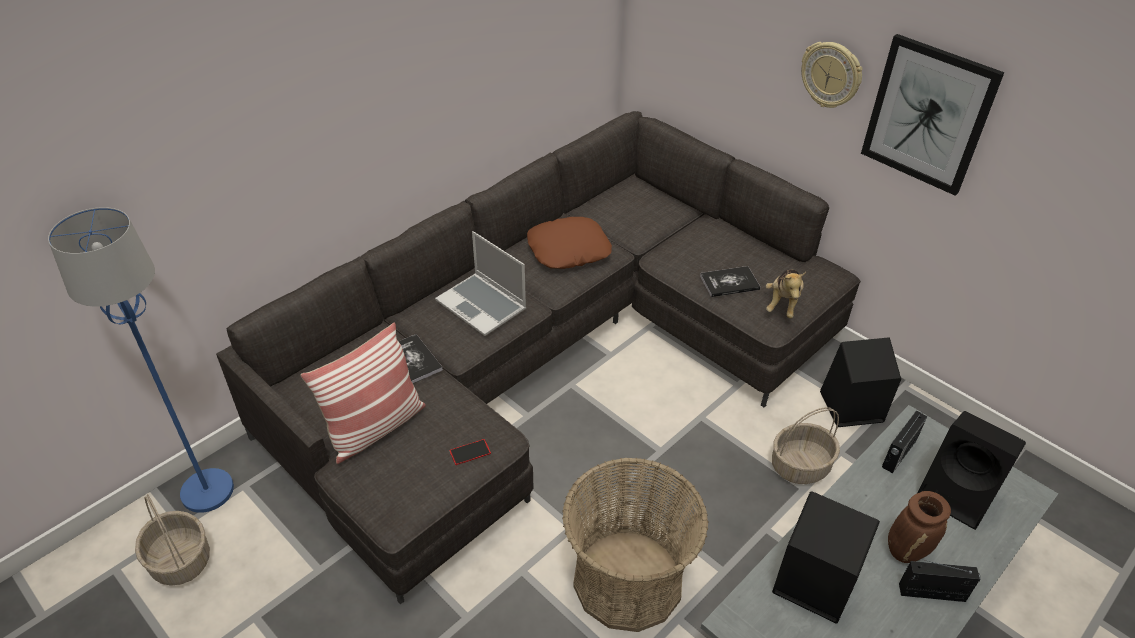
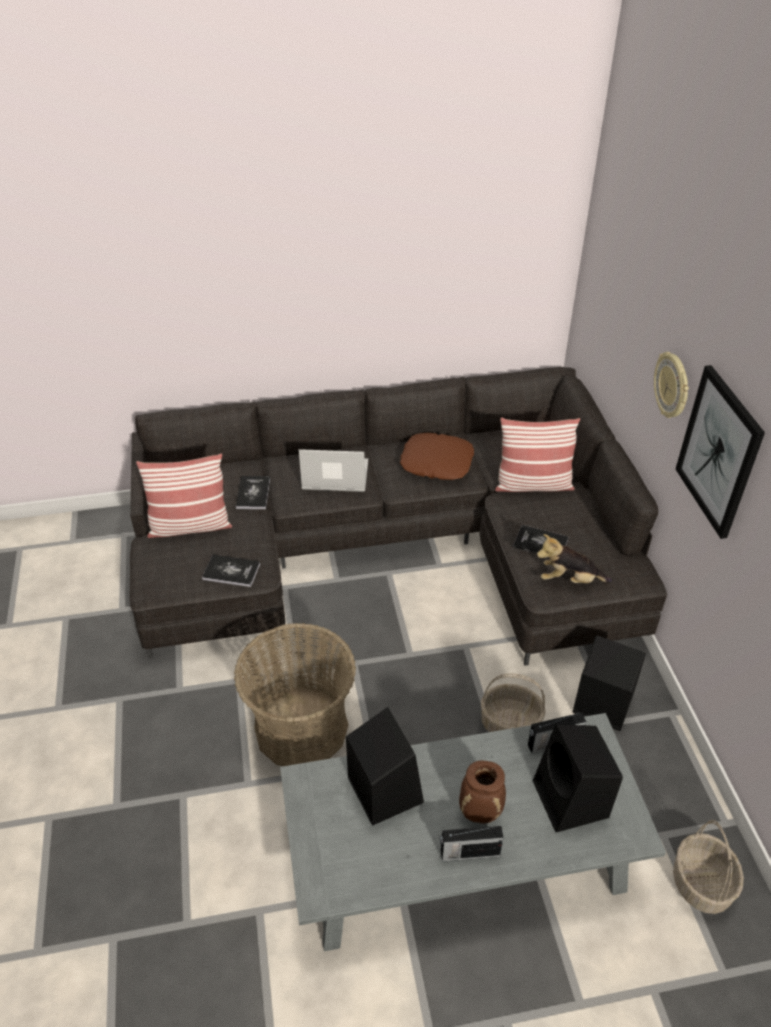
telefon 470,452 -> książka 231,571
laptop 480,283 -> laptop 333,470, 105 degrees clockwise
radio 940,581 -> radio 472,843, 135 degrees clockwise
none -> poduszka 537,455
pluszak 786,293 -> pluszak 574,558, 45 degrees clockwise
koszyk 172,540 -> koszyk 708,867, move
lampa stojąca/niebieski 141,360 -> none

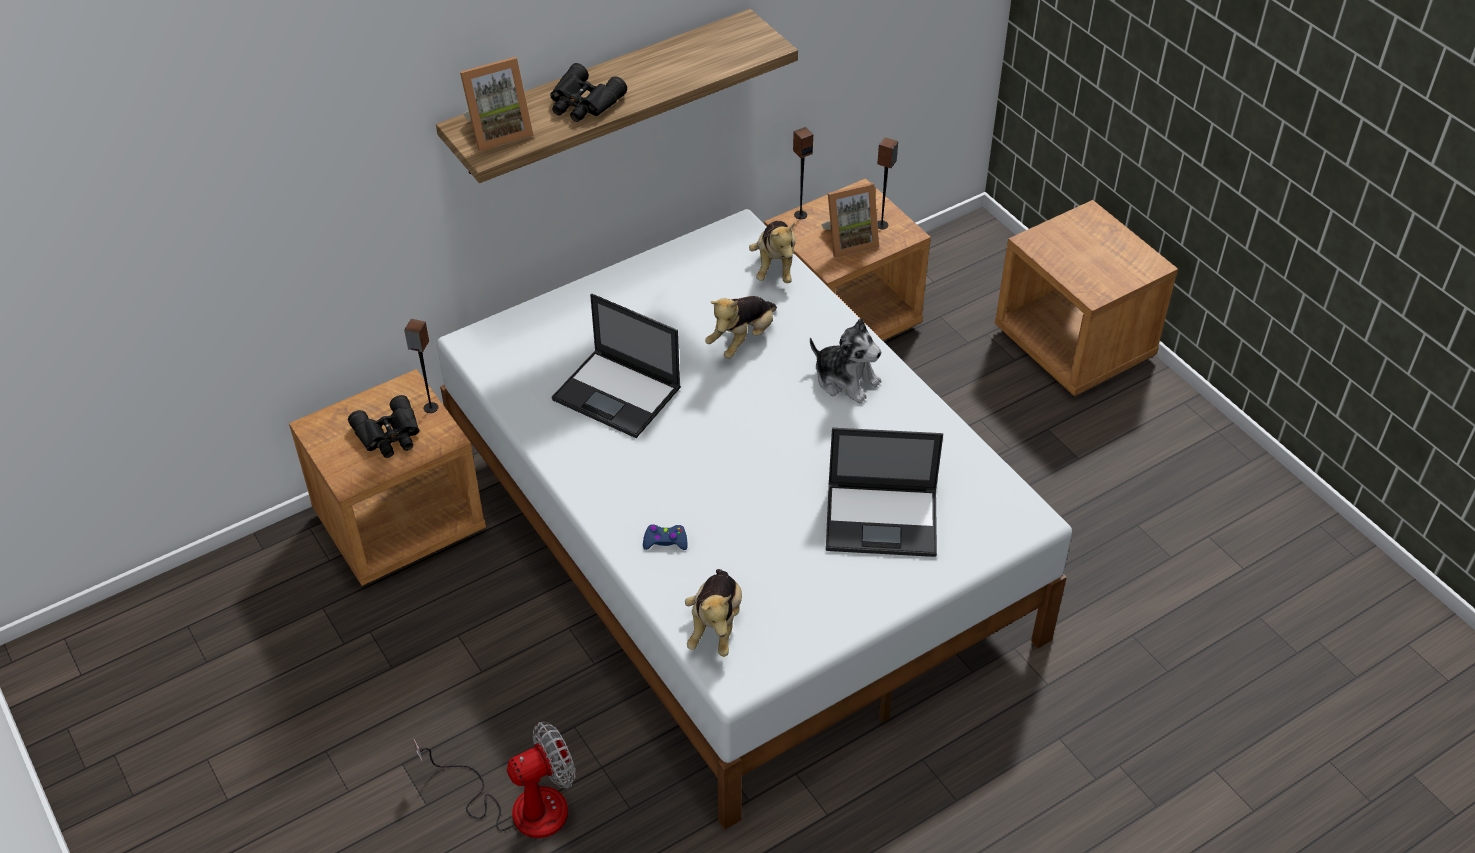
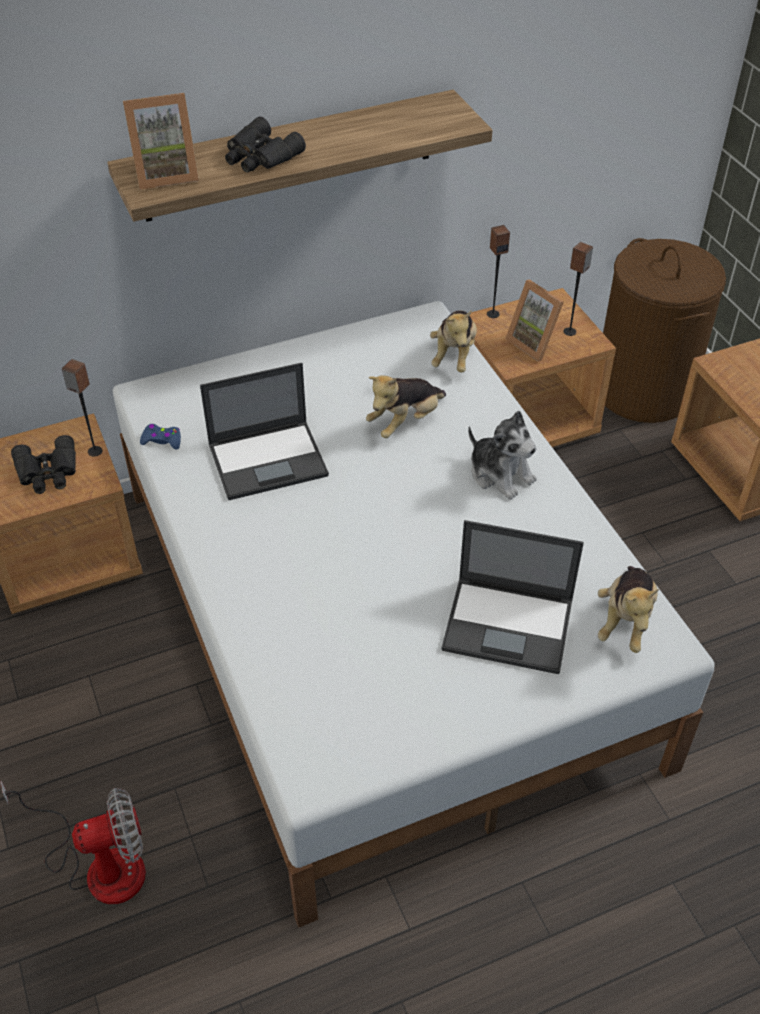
pad do gier/niebieski 665,537 -> pad do gier/niebieski 160,437, move
laptop 616,366 -> laptop 264,431, 60 degrees counterclockwise
ramka na zdjęcie 850,220 -> ramka na zdjęcie 535,321, 60 degrees clockwise
pluszak 713,613 -> pluszak 628,609, move
none -> kosz na pranie/brązowy 664,330

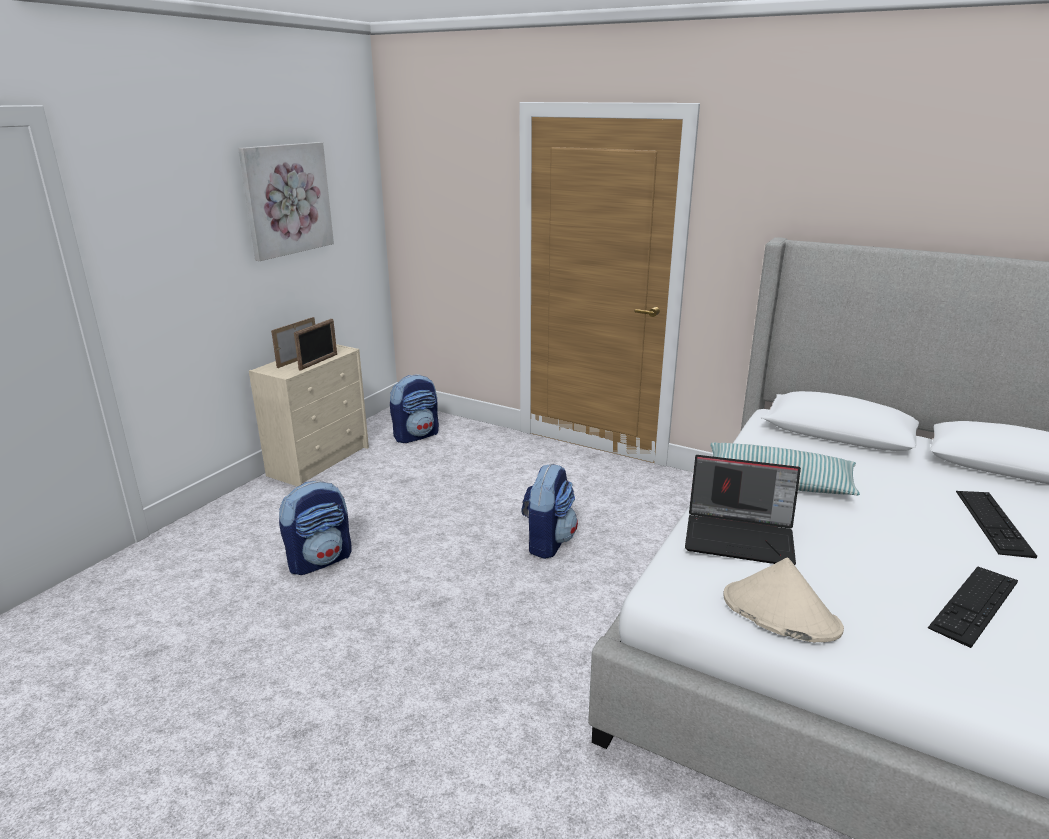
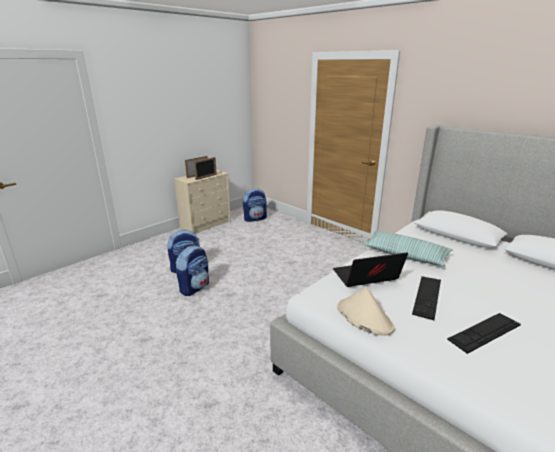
plecak 549,511 -> plecak 192,270, move
laptop 743,510 -> laptop 370,269, 135 degrees clockwise
klawiatura 996,524 -> klawiatura 426,298, move
obraz 286,201 -> none

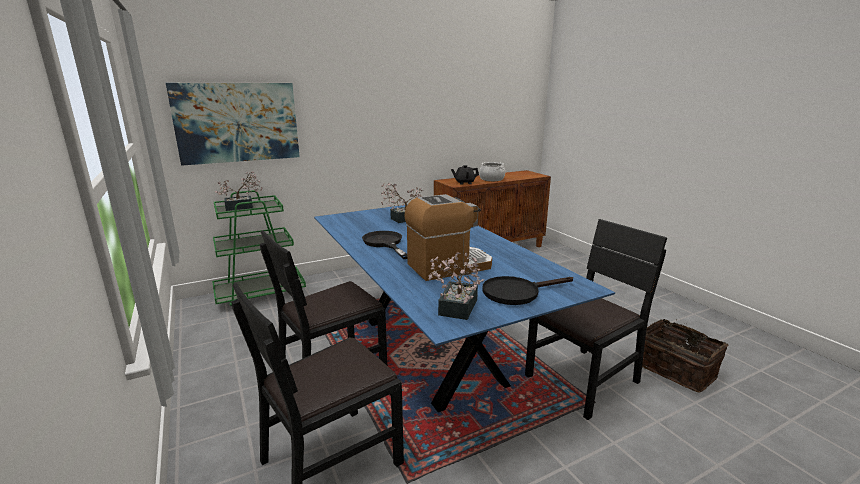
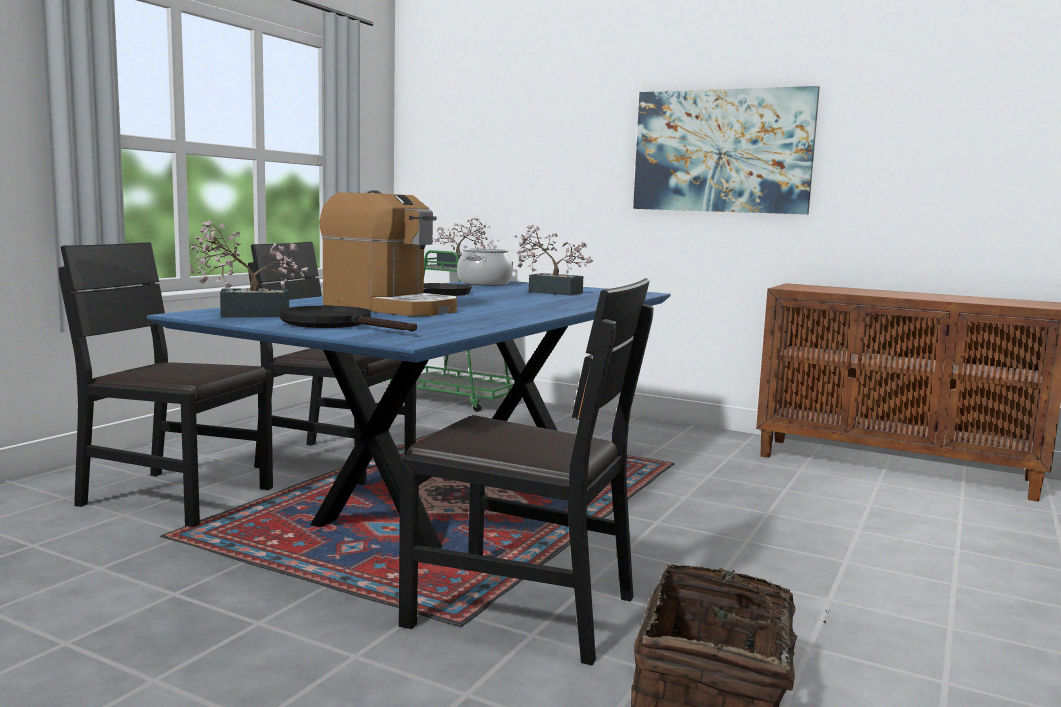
garnek 492,171 -> garnek 485,267, move
obraz 233,124 -> obraz 726,150, move
imbryk/czarny 465,175 -> none

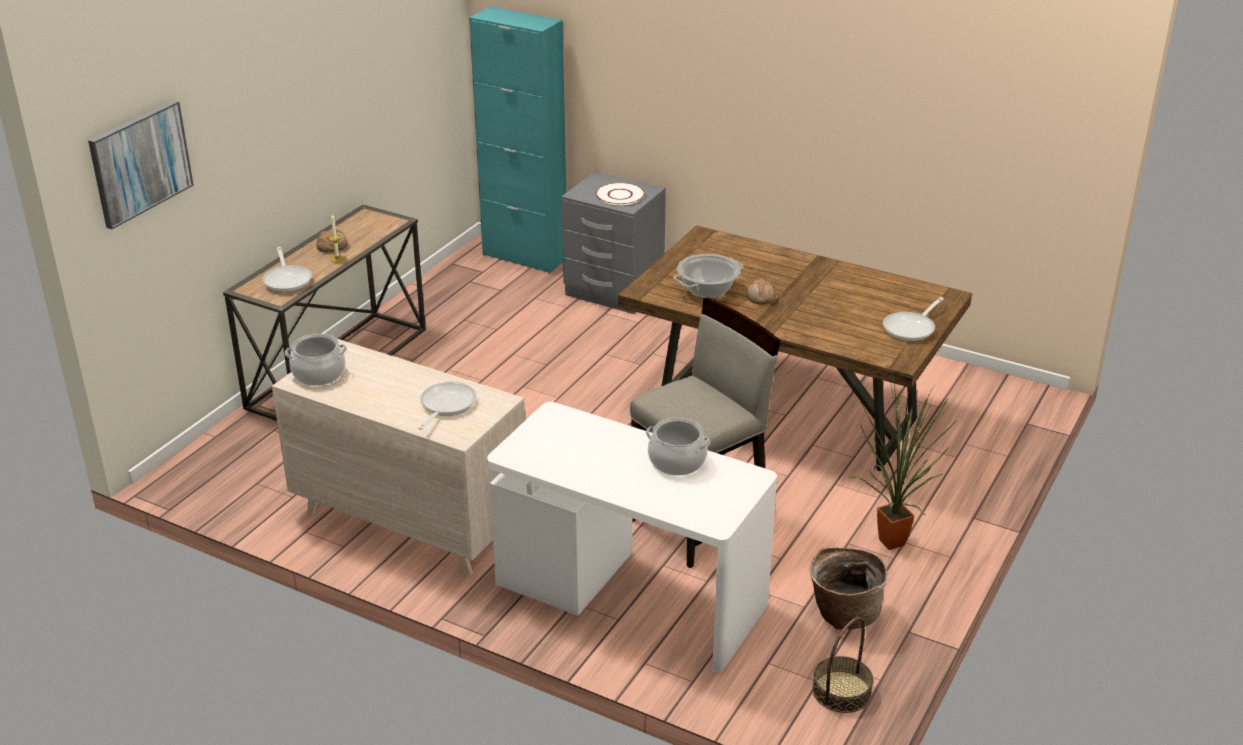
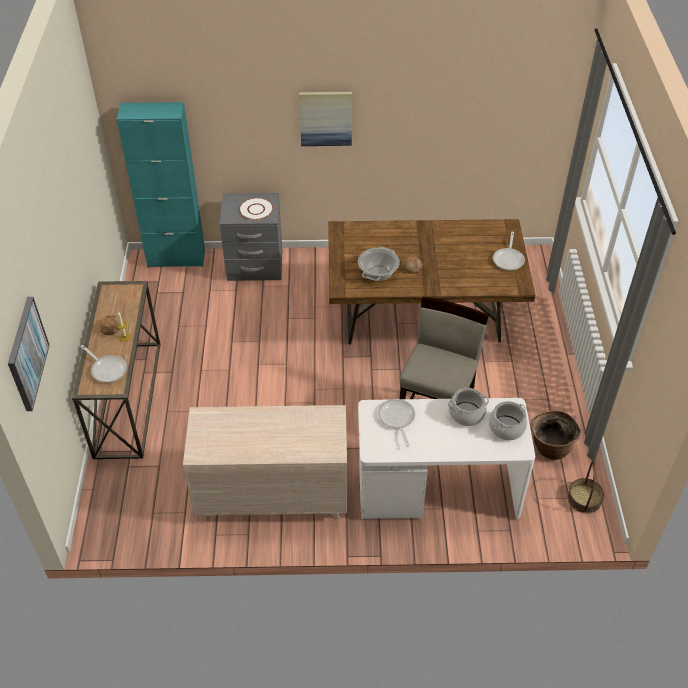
none -> obraz 325,119
patelnia 447,406 -> patelnia 396,423, move
garnek 316,360 -> garnek 508,420, move
roślina doniczkowa 903,457 -> none

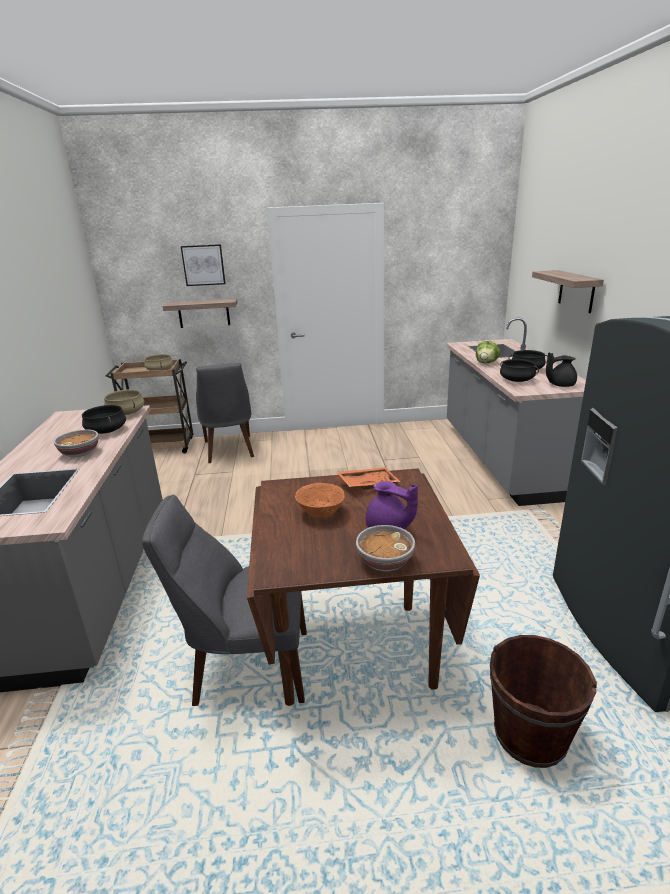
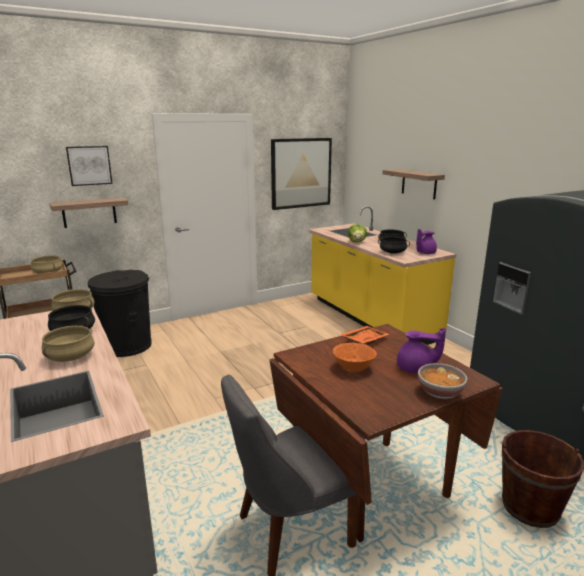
miska 76,443 -> garnek/beżowy 68,344
krzesło/szary 225,413 -> kosz na śmieci/czarny 120,313
none -> obraz 301,174
zabudowa kuchenna/szary 516,412 -> zabudowa kuchenna/żółty 382,275
imbryk/czarny 561,369 -> imbryk/fioletowy 426,241

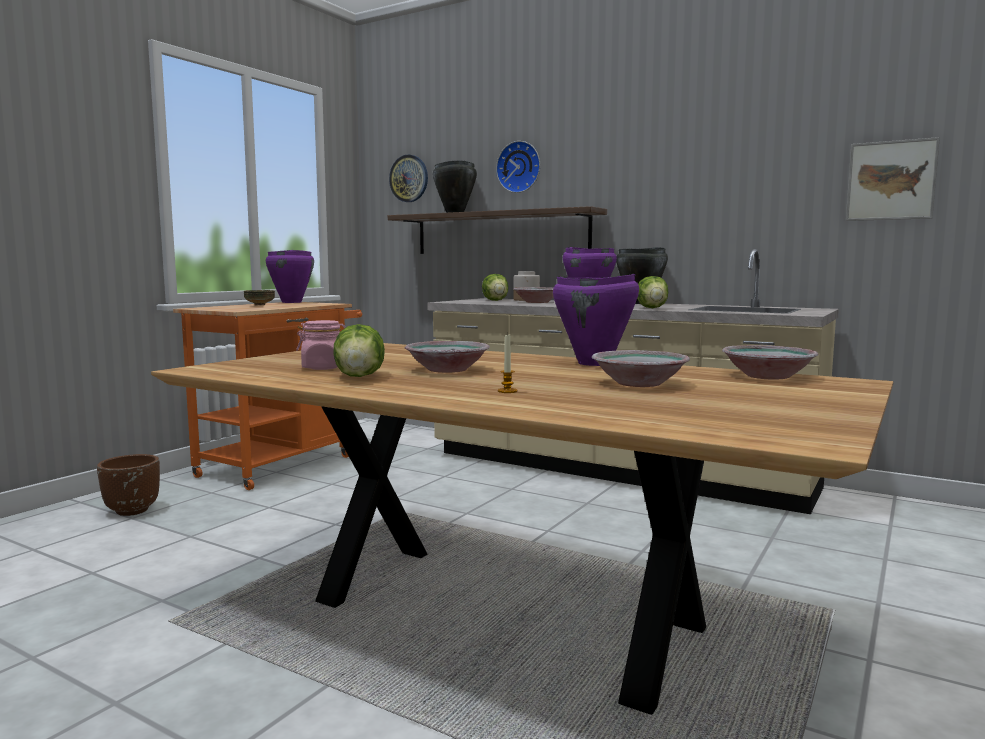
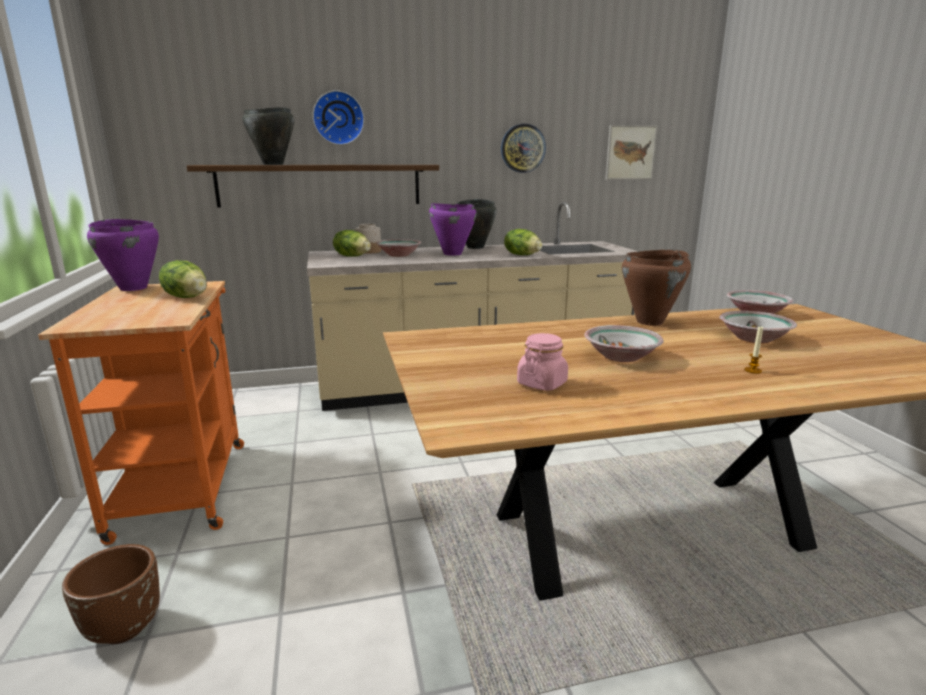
sałata 359,350 -> sałata 183,279, move
zegar ścienny 408,178 -> zegar ścienny 523,148, move
garnek/fioletowy 596,320 -> garnek/brązowy 656,288
miska 259,298 -> none

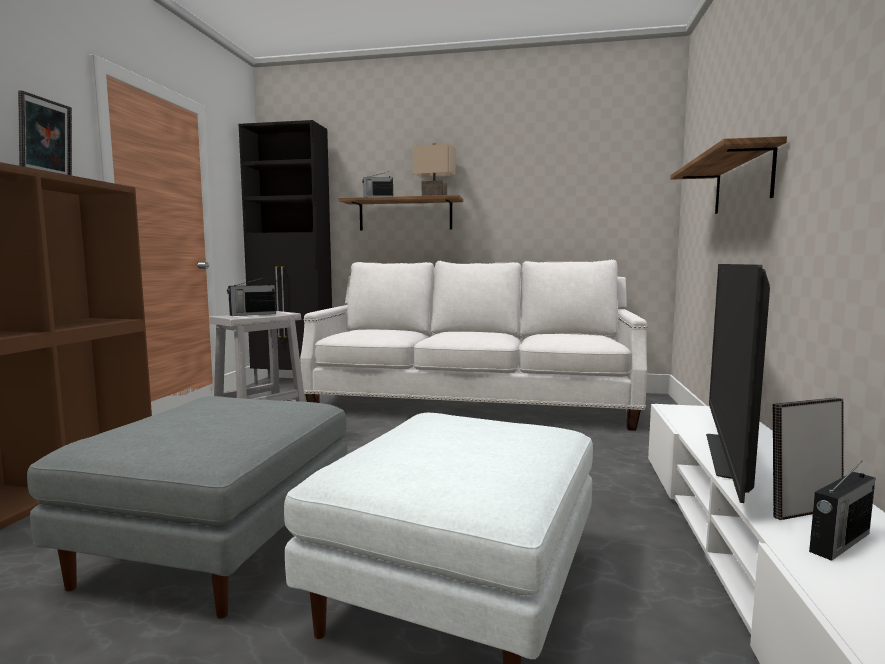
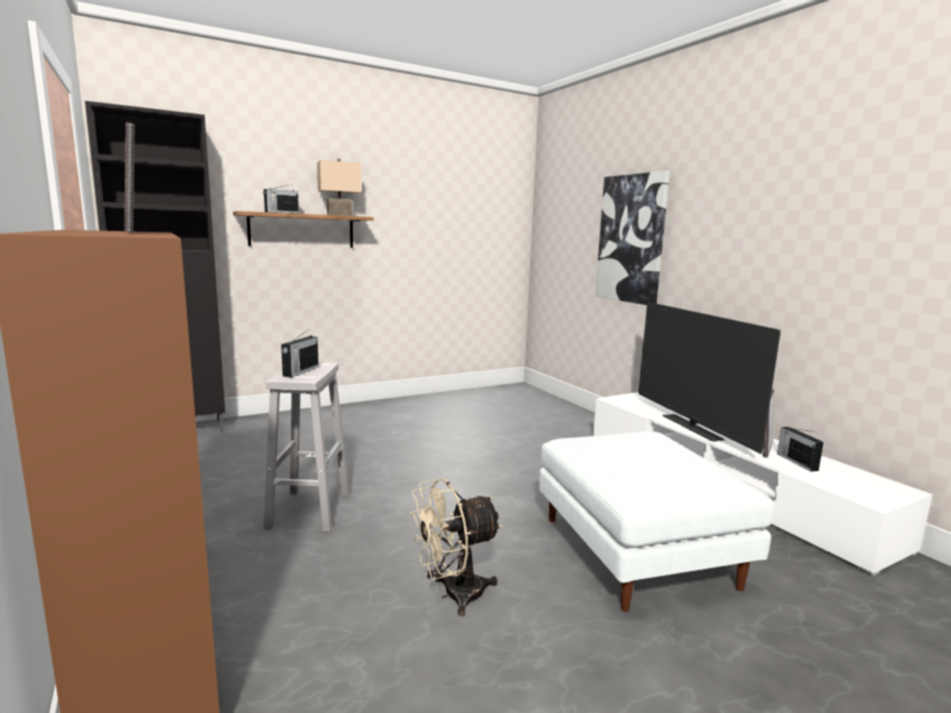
pufa/szary 187,507 -> wentylator/beżowy 456,547
półka 728,175 -> obraz 632,238
radio 842,511 -> radio 800,449, 150 degrees clockwise
kanapa/biały 474,345 -> none

